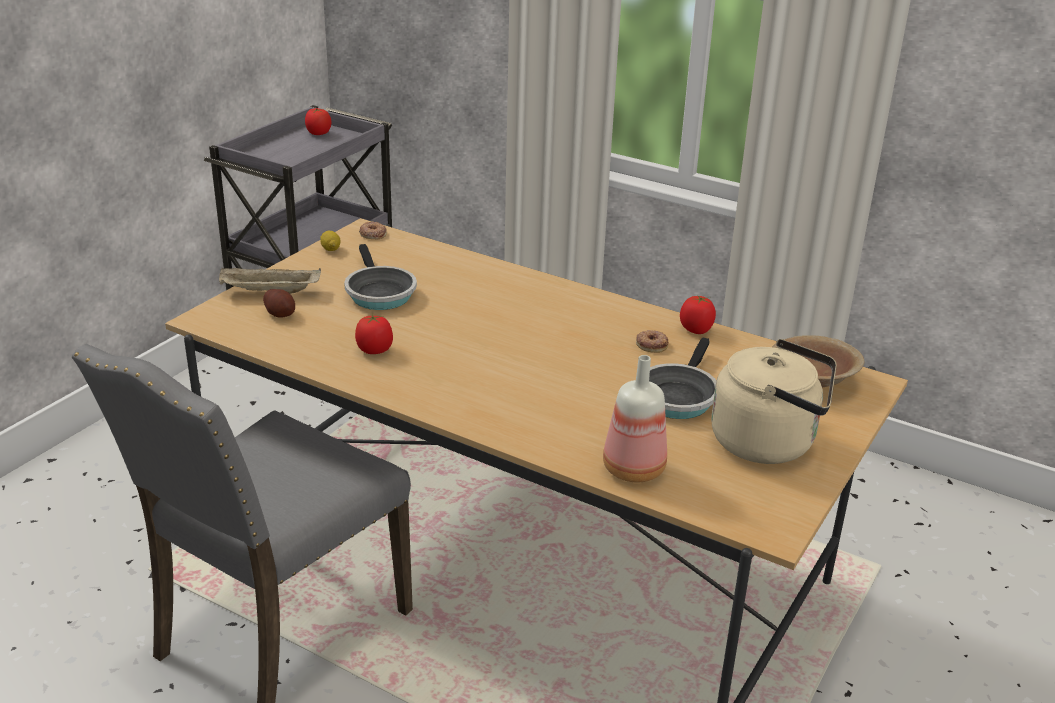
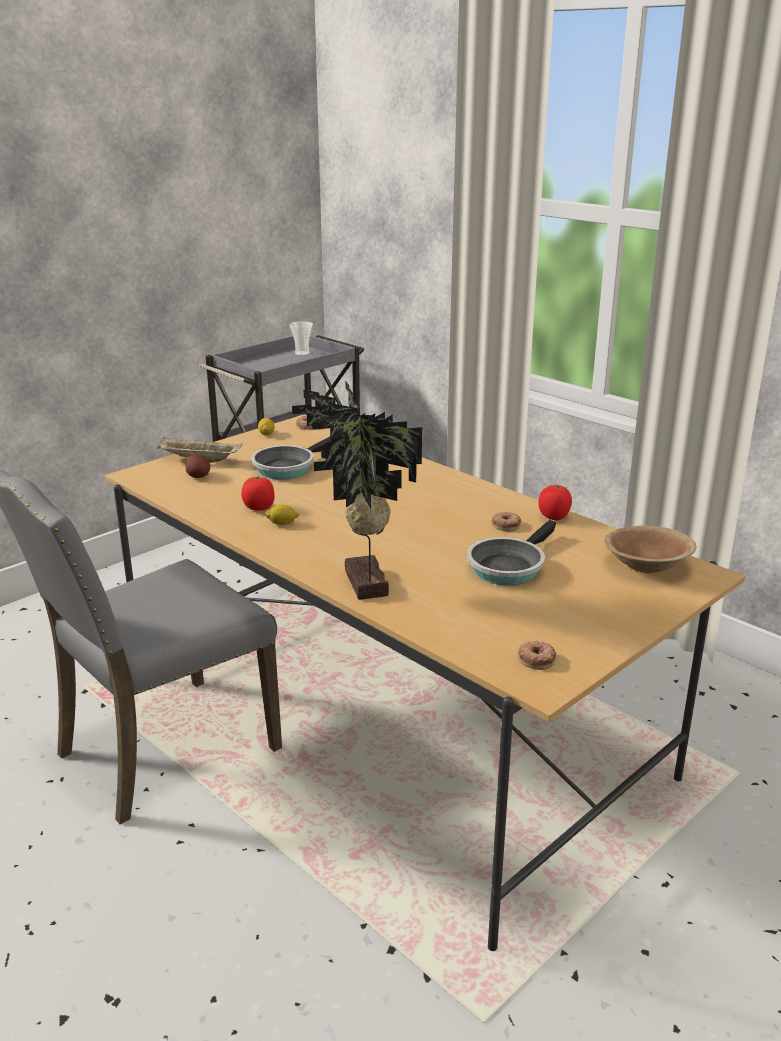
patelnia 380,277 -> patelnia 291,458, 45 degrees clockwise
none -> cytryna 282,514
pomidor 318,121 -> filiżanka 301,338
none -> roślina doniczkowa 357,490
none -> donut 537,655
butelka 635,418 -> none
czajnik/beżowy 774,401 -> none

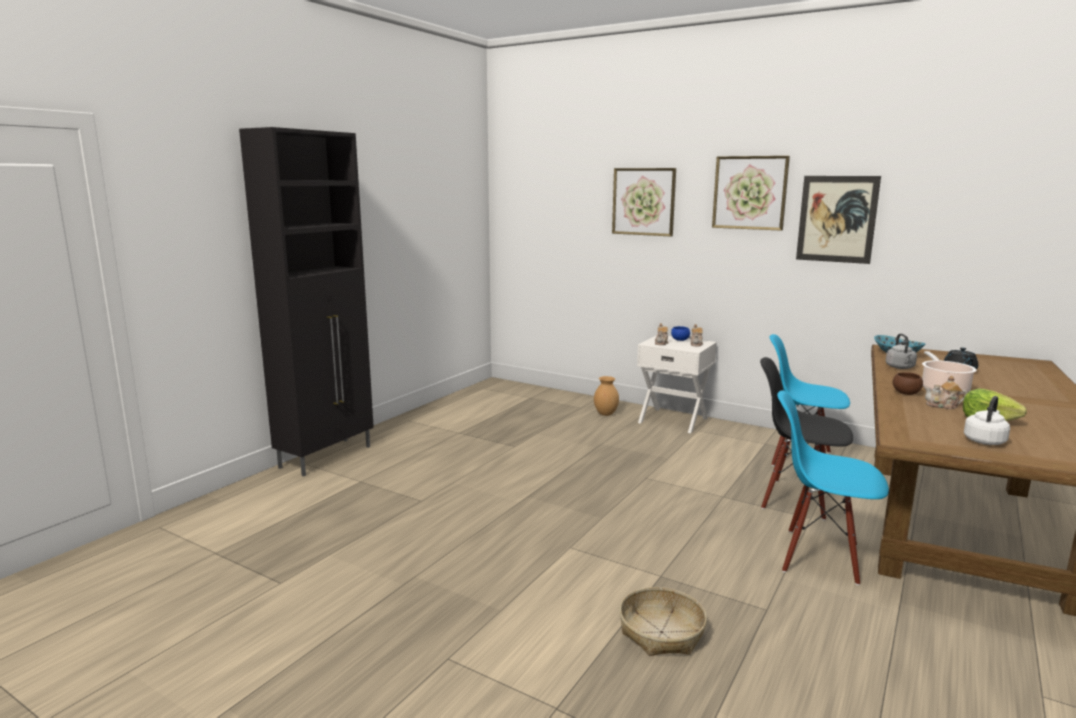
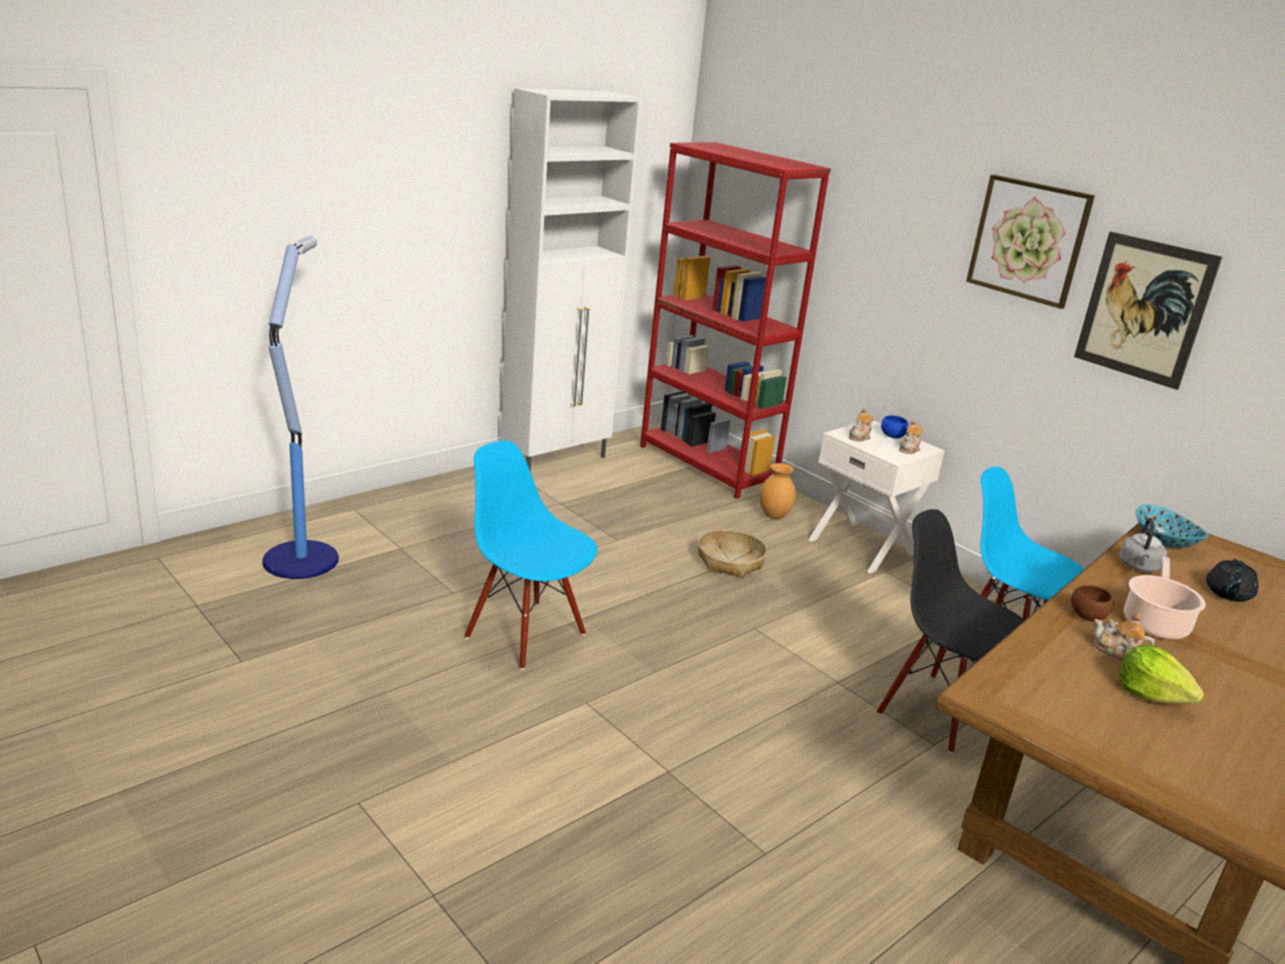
none -> lampa stojąca 300,407
krzesło/niebieski 833,487 -> krzesło/niebieski 530,555, move
none -> szafka/biały 571,280
none -> regał/czerwony 735,320
koszyk 663,621 -> koszyk 732,553, move
szafka/czarny 306,302 -> none
obraz 644,202 -> none
czajnik/biały 987,420 -> none

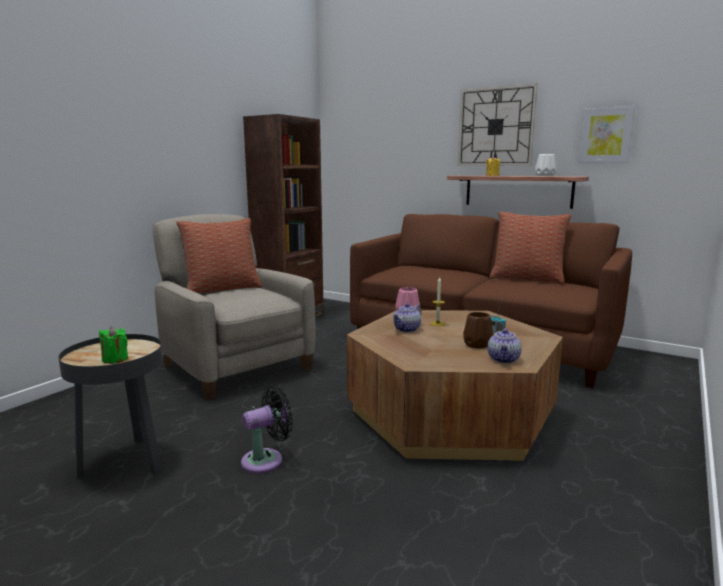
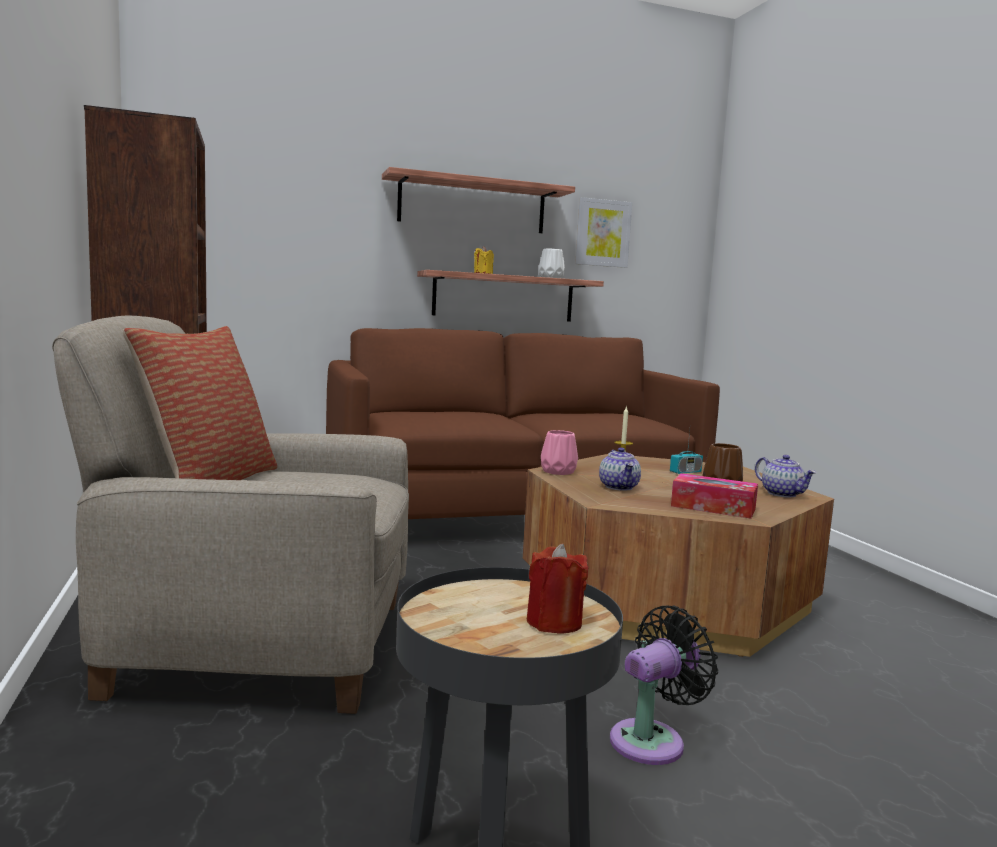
zegar ścienny 498,124 -> półka 478,200
świeca/zielony 113,345 -> świeca/czerwony 558,589
wentylator/czarny 267,430 -> wentylator/czarny 664,685, 45 degrees clockwise
none -> pudełko chusteczek 714,496
poduszka 530,248 -> none

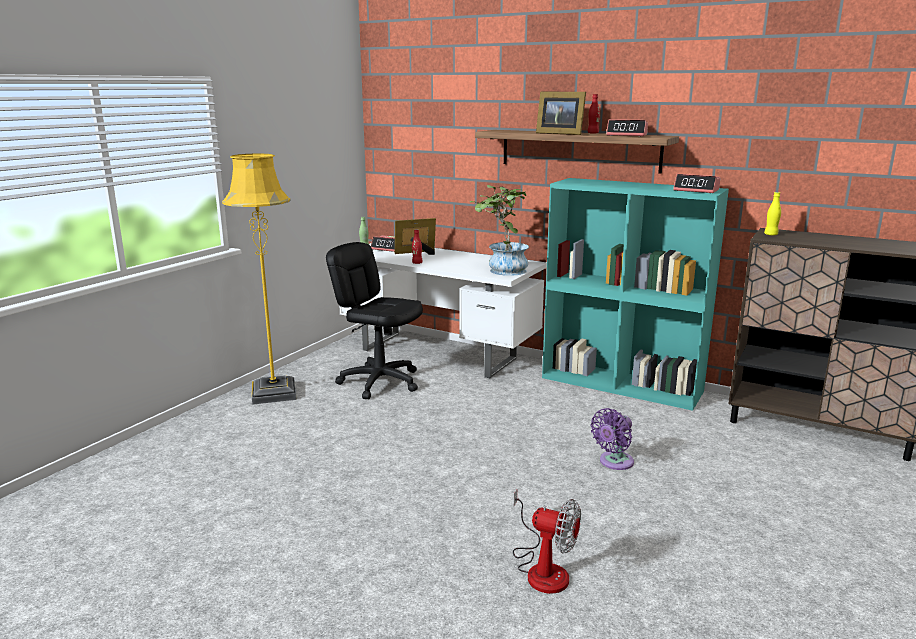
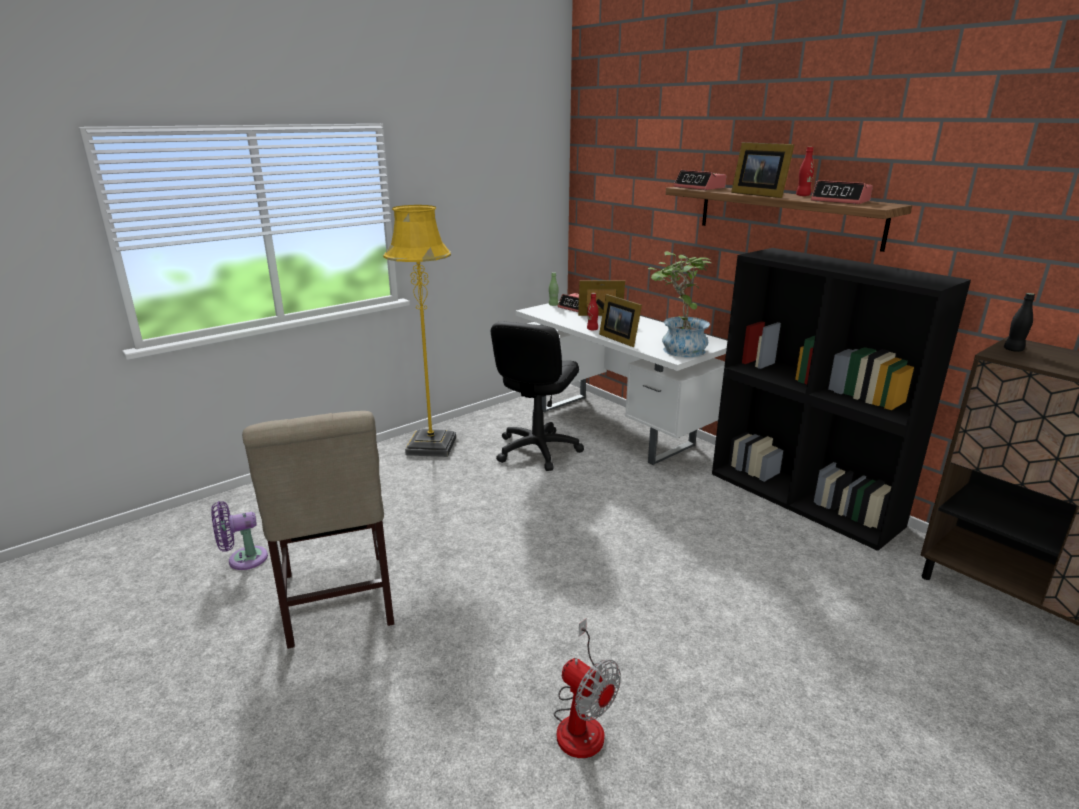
wentylator/fioletowy 612,439 -> wentylator/fioletowy 239,535, move
none -> krzesło/beżowy 318,530
krzesło biurowe/czarny 374,320 -> krzesło biurowe/czarny 537,396, 120 degrees counterclockwise
none -> ramka na zdjęcie 620,320
budzik 696,183 -> budzik 700,180, move
regał/turkusowy 635,294 -> regał/czarny 841,399
butelka/żółty 772,213 -> butelka/czarny 1019,322

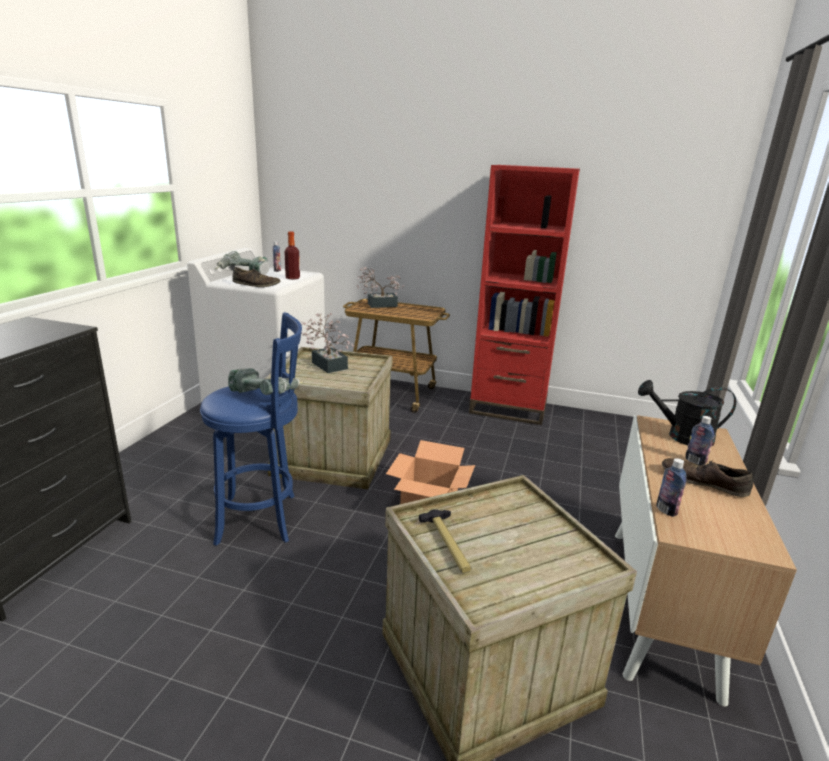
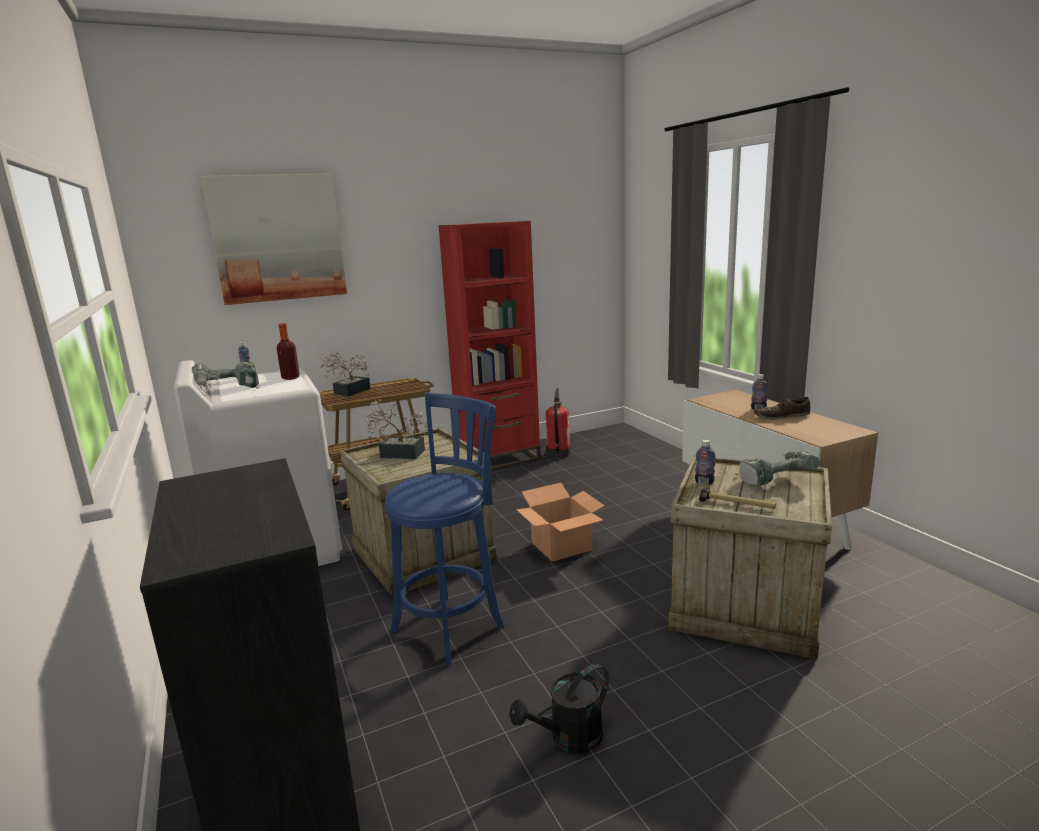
none -> obraz 274,239
konewka/czarny 687,413 -> konewka/czarny 559,709, move
none -> gaśnica 558,423
butelka 671,487 -> butelka 705,462, move
wiertarka 266,381 -> wiertarka 777,468, move
but/brązowy 256,277 -> none

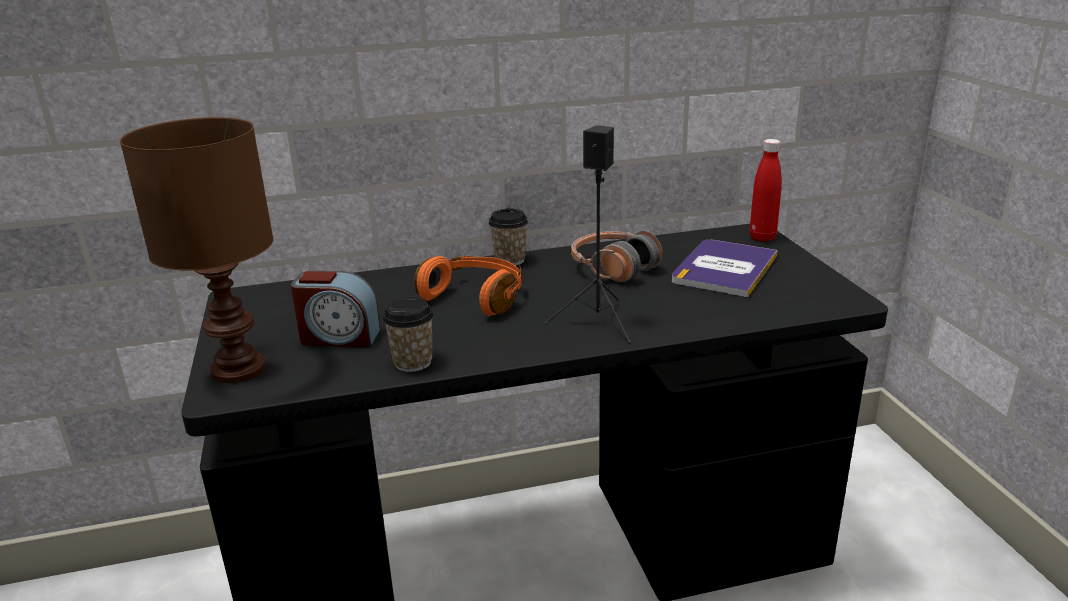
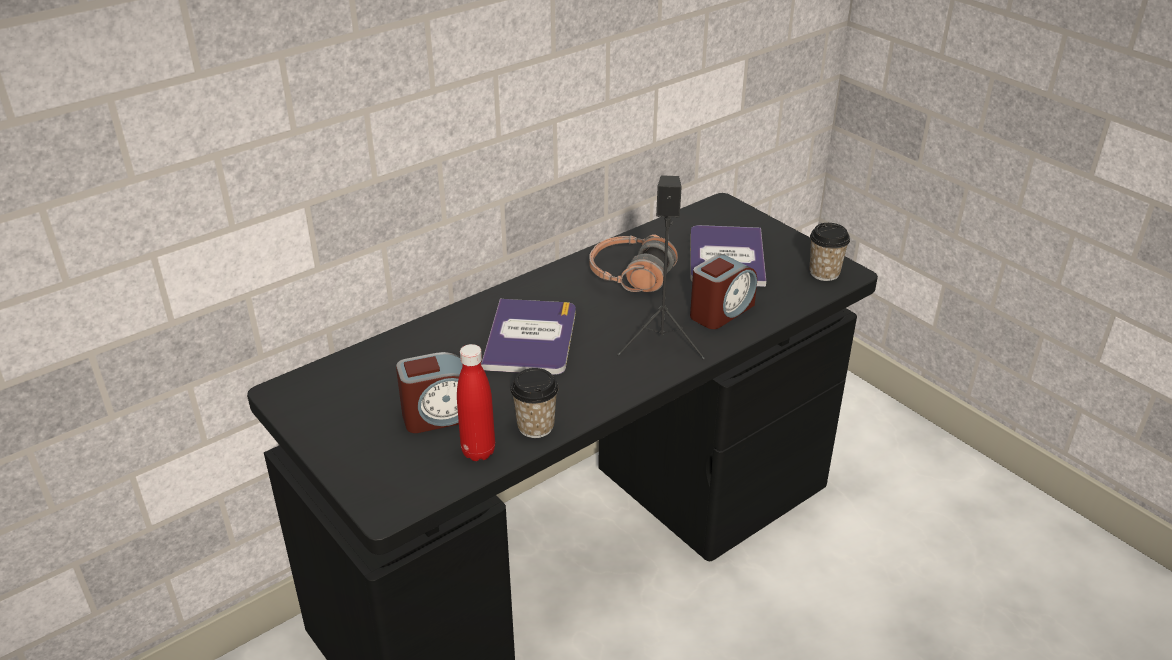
butelka/czerwony 766,190 -> butelka/czerwony 476,402, move
słuchawki/pomarańczowy 468,285 -> książka 528,337
none -> budzik 723,291
filiżanka 508,237 -> filiżanka 829,252, move
lampa stołowa/brązowy 197,250 -> none

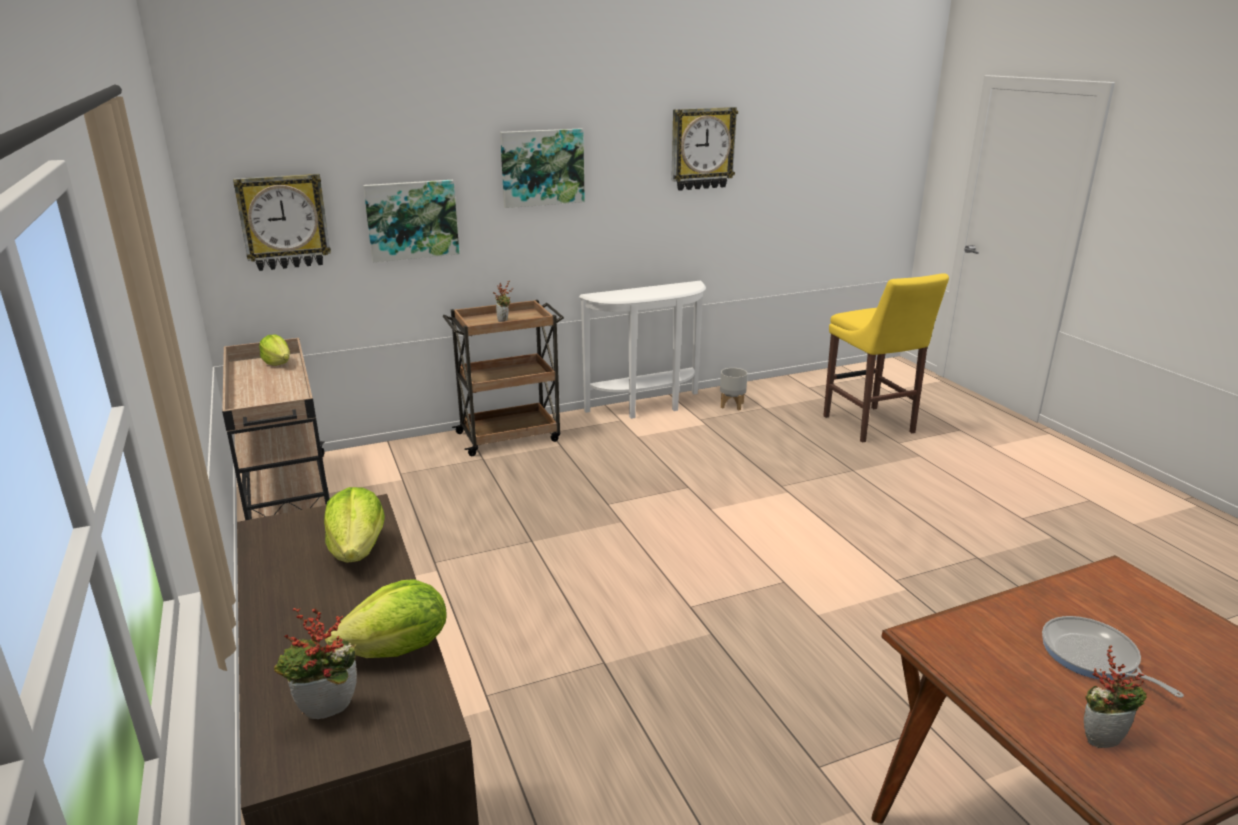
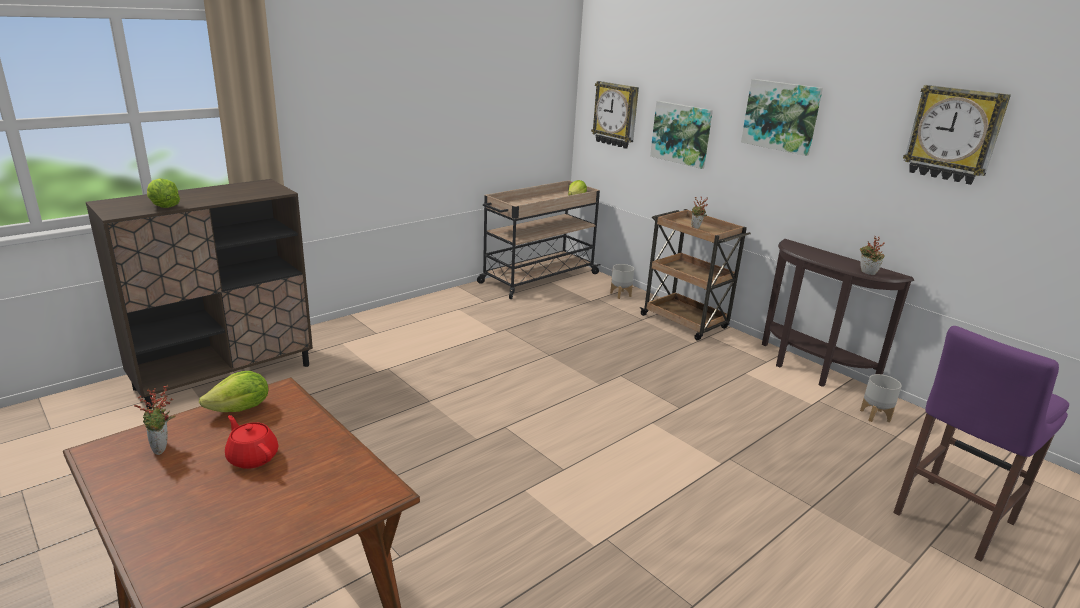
sałata 354,525 -> sałata 233,391, move
patelnia 1113,657 -> imbryk/czerwony 251,442
none -> donica/szary 622,281
stolik konsolowy/biały 642,350 -> stolik konsolowy/brązowy 838,313
roślina doniczkowa 315,663 -> roślina doniczkowa 872,255, move
stołek/żółty 886,358 -> stołek/fioletowy 981,444

